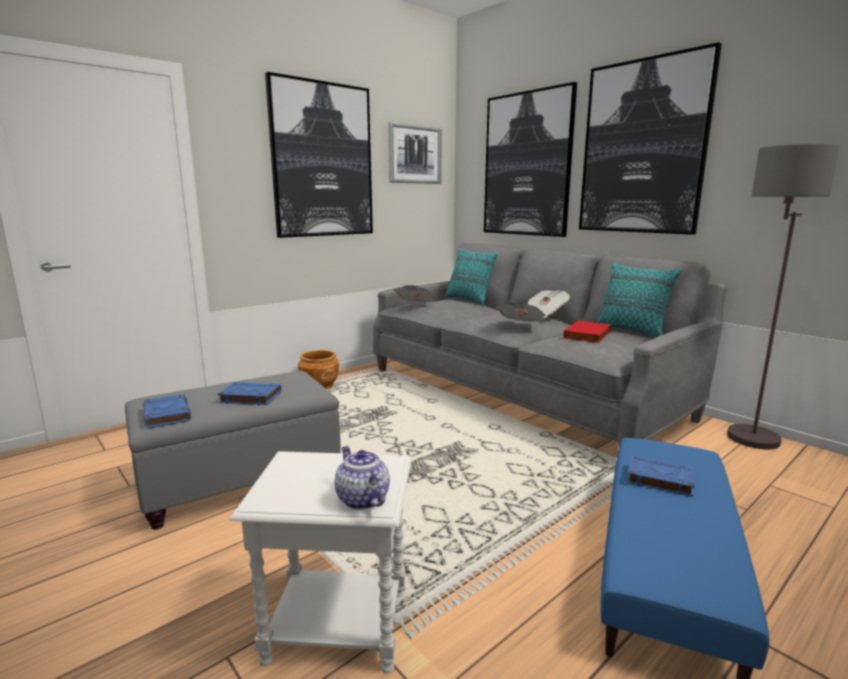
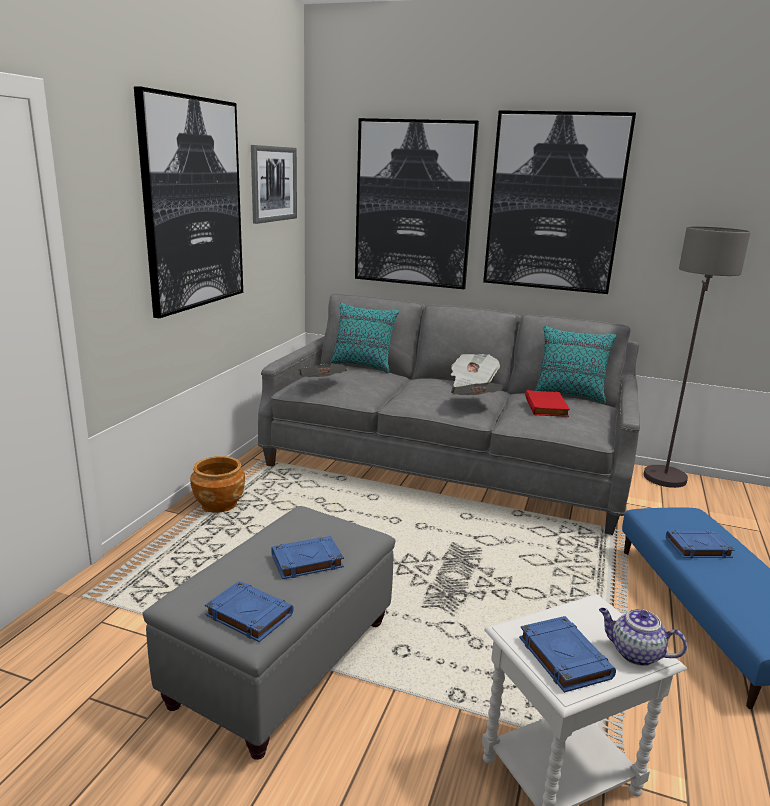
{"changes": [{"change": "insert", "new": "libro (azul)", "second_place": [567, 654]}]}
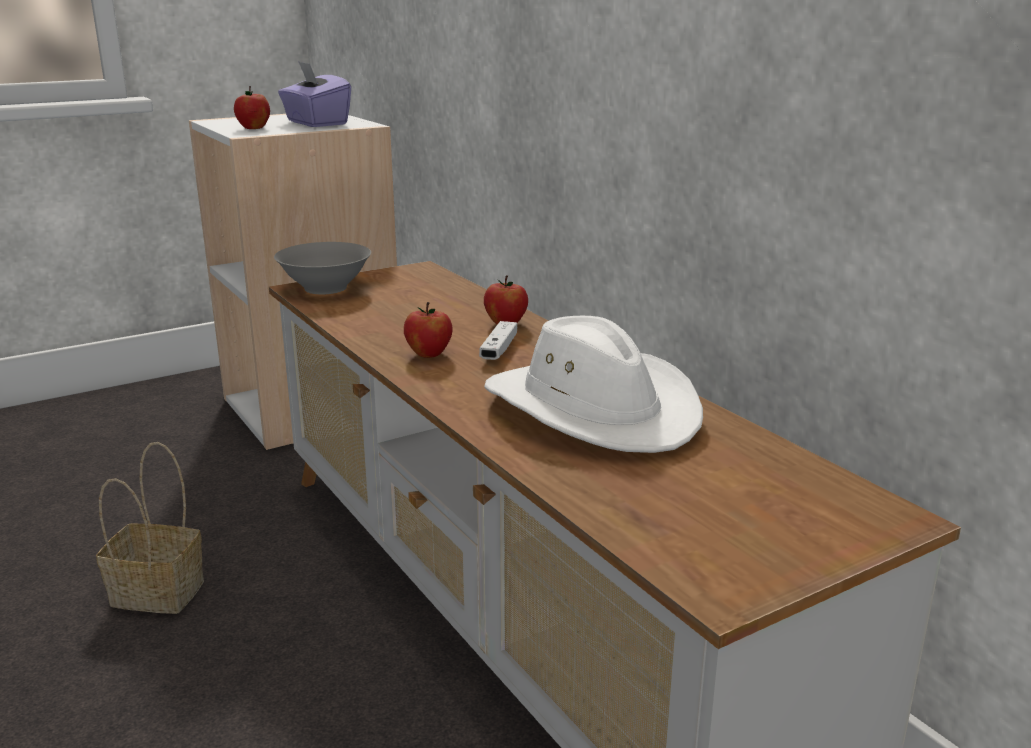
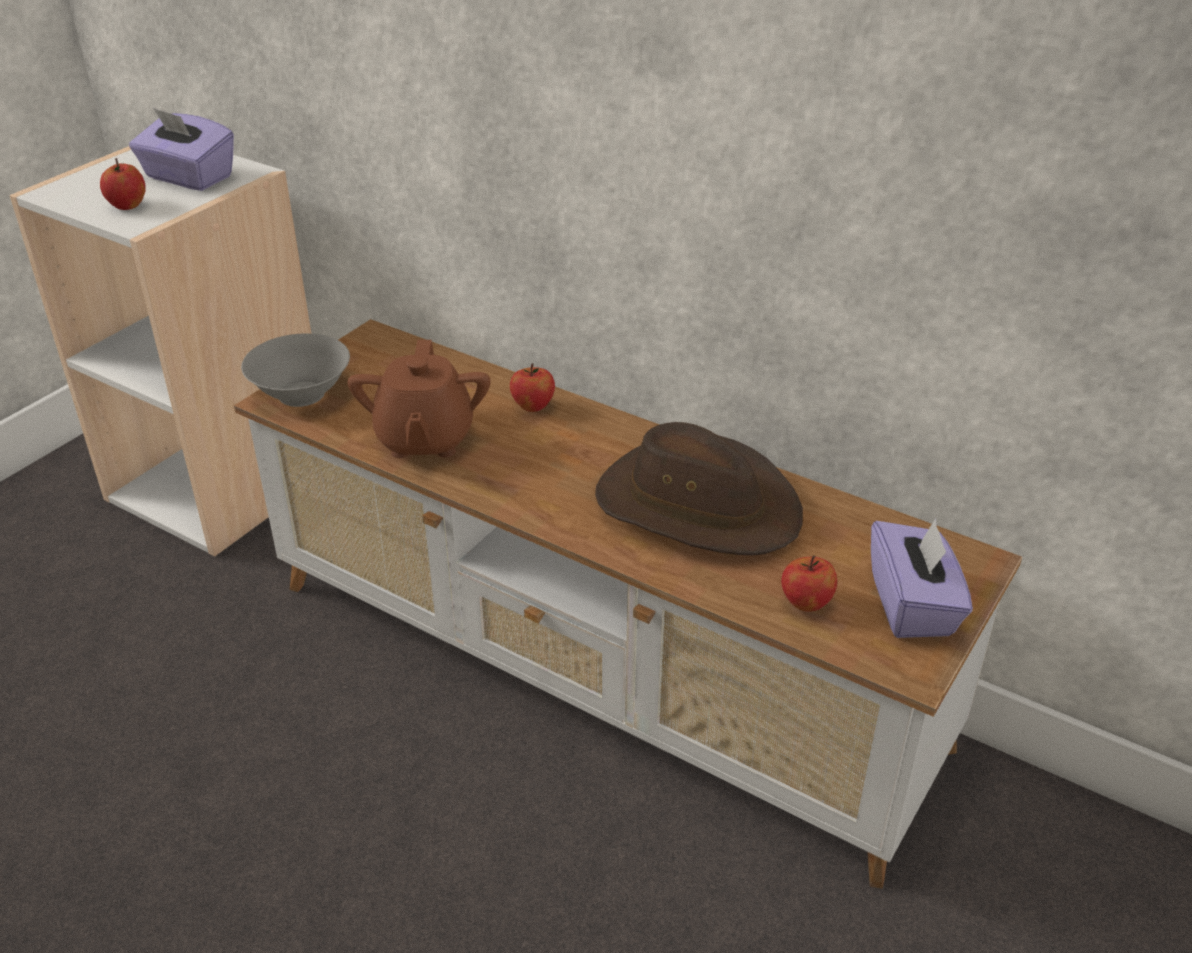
{"changes": [{"change": "delete", "old": "cesta", "first_place": [150, 528]}, {"change": "delete", "old": "mando de consola (blanco)", "first_place": [498, 340]}, {"change": "insert", "new": "tetera (marrón)", "second_place": [418, 399]}, {"change": "insert", "new": "caja de pañuelos (morado)", "second_place": [922, 578]}, {"change": "move", "old": "manzana", "first_place": [428, 330], "second_place": [809, 584]}, {"change": "recolor", "old": "sombrero (blanco)", "new": "sombrero (marrón)", "first_place": [593, 384], "second_place": [699, 488]}]}
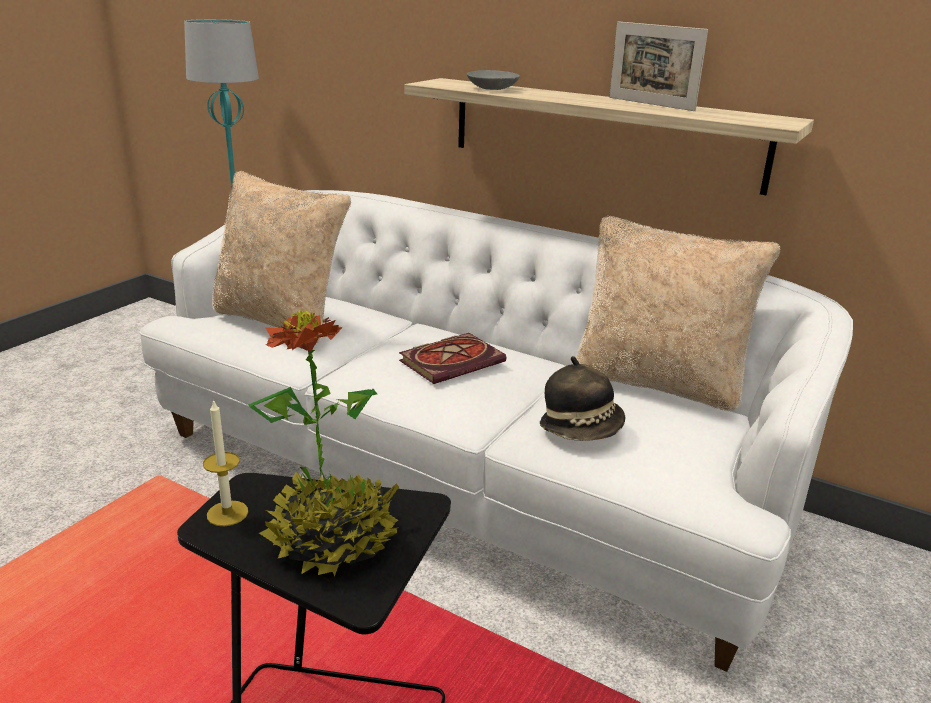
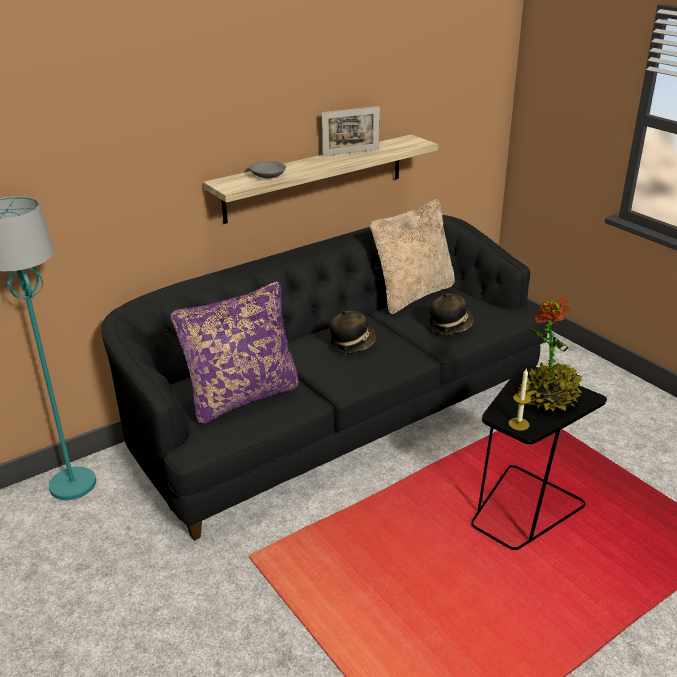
{"changes": [{"change": "replace", "old": "libro", "new": "sombrero", "first_place": [452, 358], "second_place": [353, 332]}, {"change": "recolor", "old": "sofá (blanco)", "new": "sofá (negro)", "first_place": [496, 431], "second_place": [325, 378]}, {"change": "recolor", "old": "cojín (beis)", "new": "cojín (morado)", "first_place": [282, 256], "second_place": [234, 352]}]}
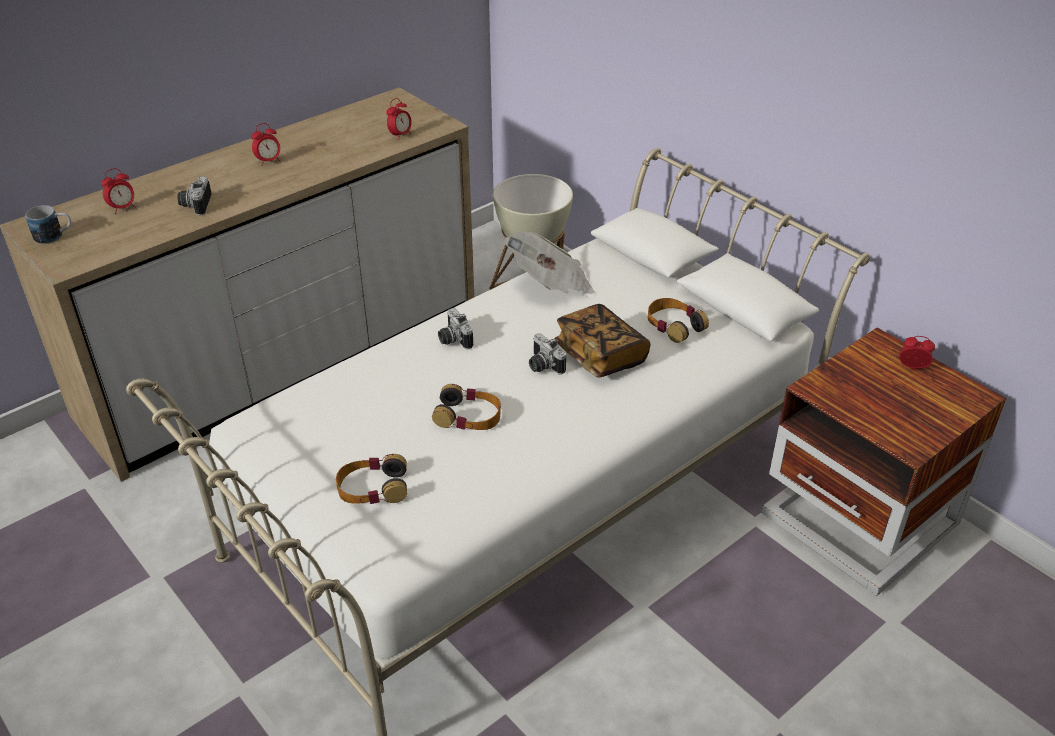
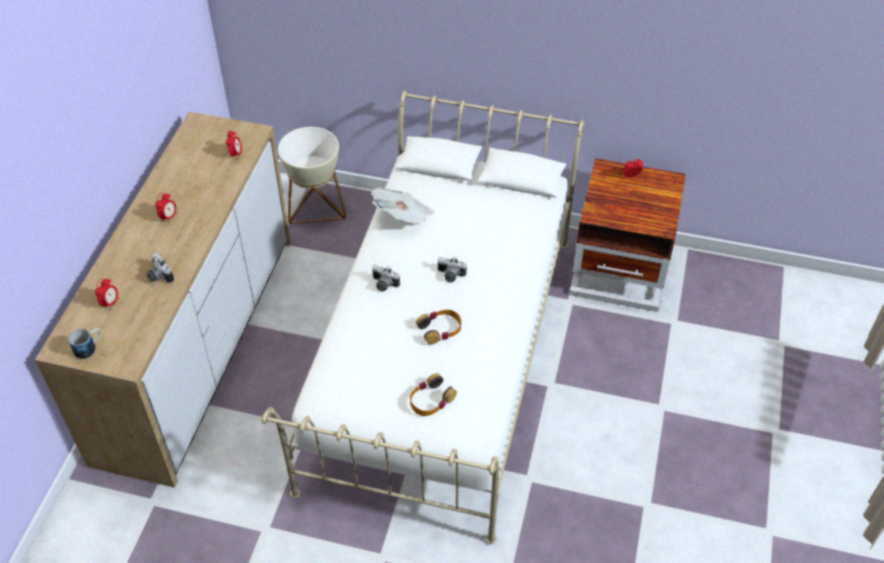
{"changes": [{"change": "delete", "old": "libro", "first_place": [603, 341]}, {"change": "delete", "old": "auriculares", "first_place": [678, 320]}]}
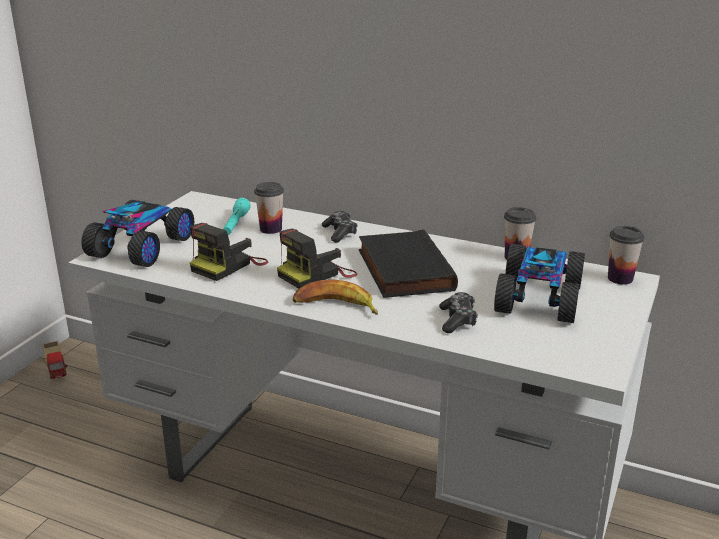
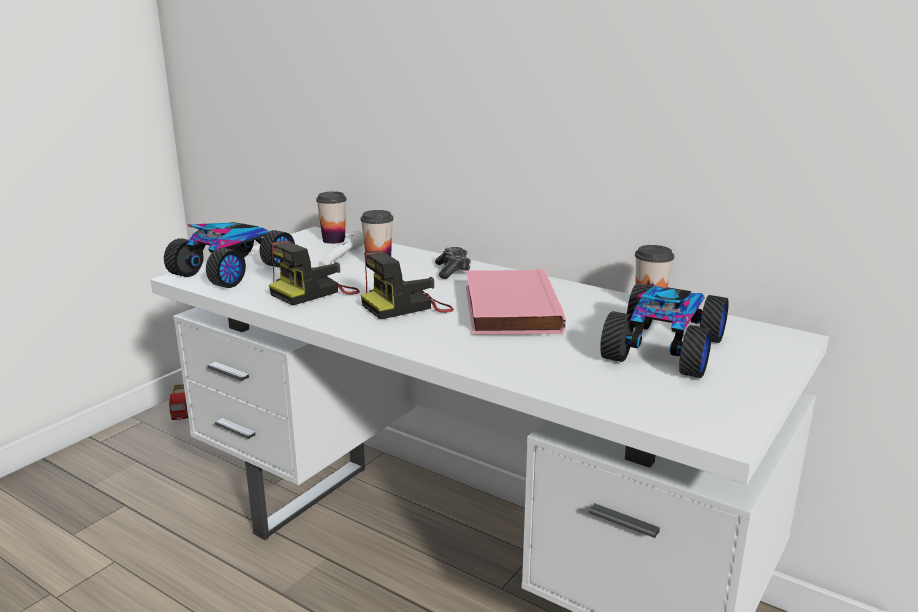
{"changes": [{"change": "delete", "old": "plátano", "first_place": [335, 297]}, {"change": "delete", "old": "mando de consola", "first_place": [458, 312]}, {"change": "move", "old": "taza", "first_place": [626, 255], "second_place": [331, 217]}, {"change": "recolor", "old": "linterna (turquesa)", "new": "linterna (blanco)", "first_place": [237, 216], "second_place": [343, 247]}, {"change": "recolor", "old": "libro (negro)", "new": "libro (rosa)", "first_place": [408, 264], "second_place": [516, 302]}]}
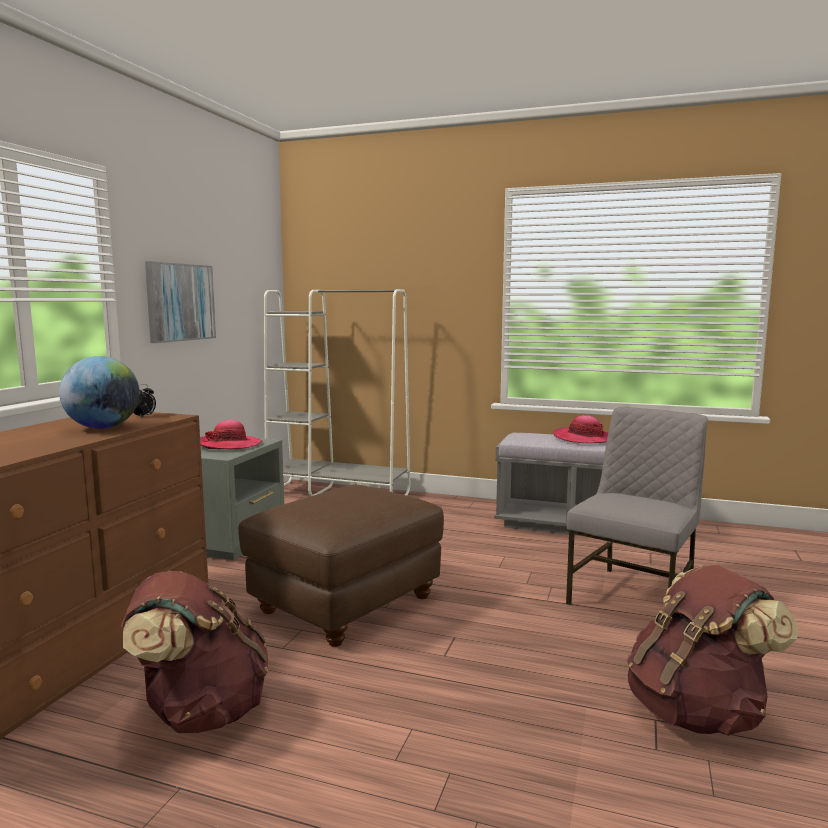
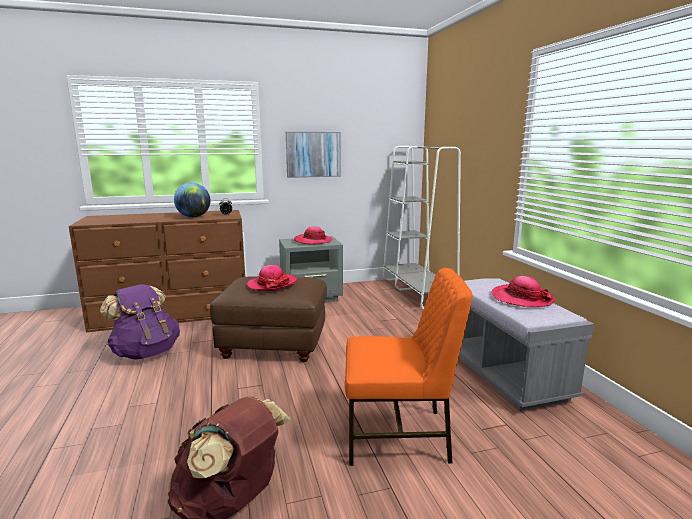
{"changes": [{"change": "insert", "new": "sombrero", "second_place": [271, 278]}, {"change": "recolor", "old": "mochila (marrón)", "new": "mochila (morado)", "first_place": [195, 652], "second_place": [140, 322]}, {"change": "recolor", "old": "silla (gris)", "new": "silla (naranja)", "first_place": [637, 506], "second_place": [409, 367]}]}
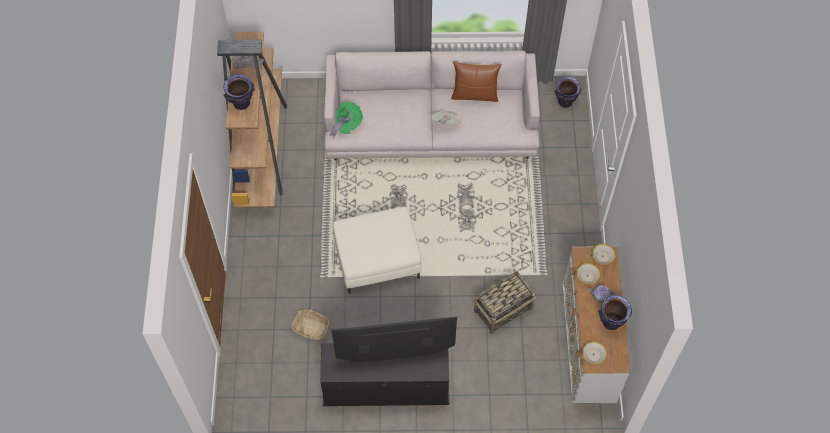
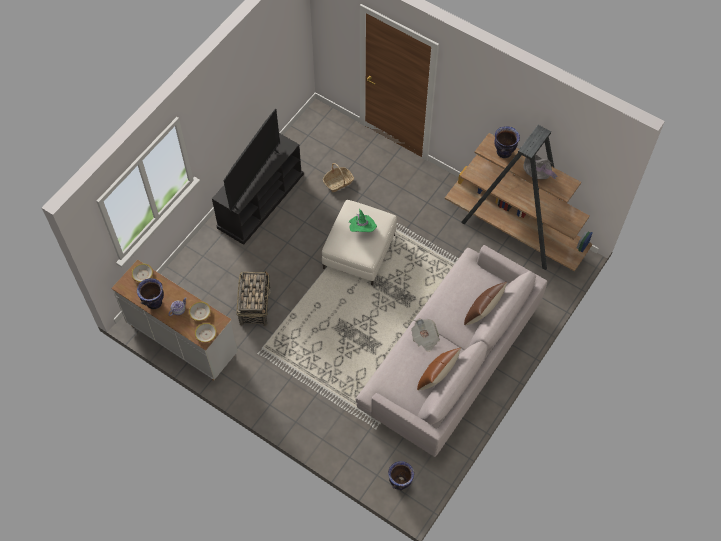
{"changes": [{"change": "insert", "new": "cojín (marrón)", "second_place": [485, 303]}, {"change": "move", "old": "sombrero (verde)", "first_place": [346, 120], "second_place": [363, 220]}]}
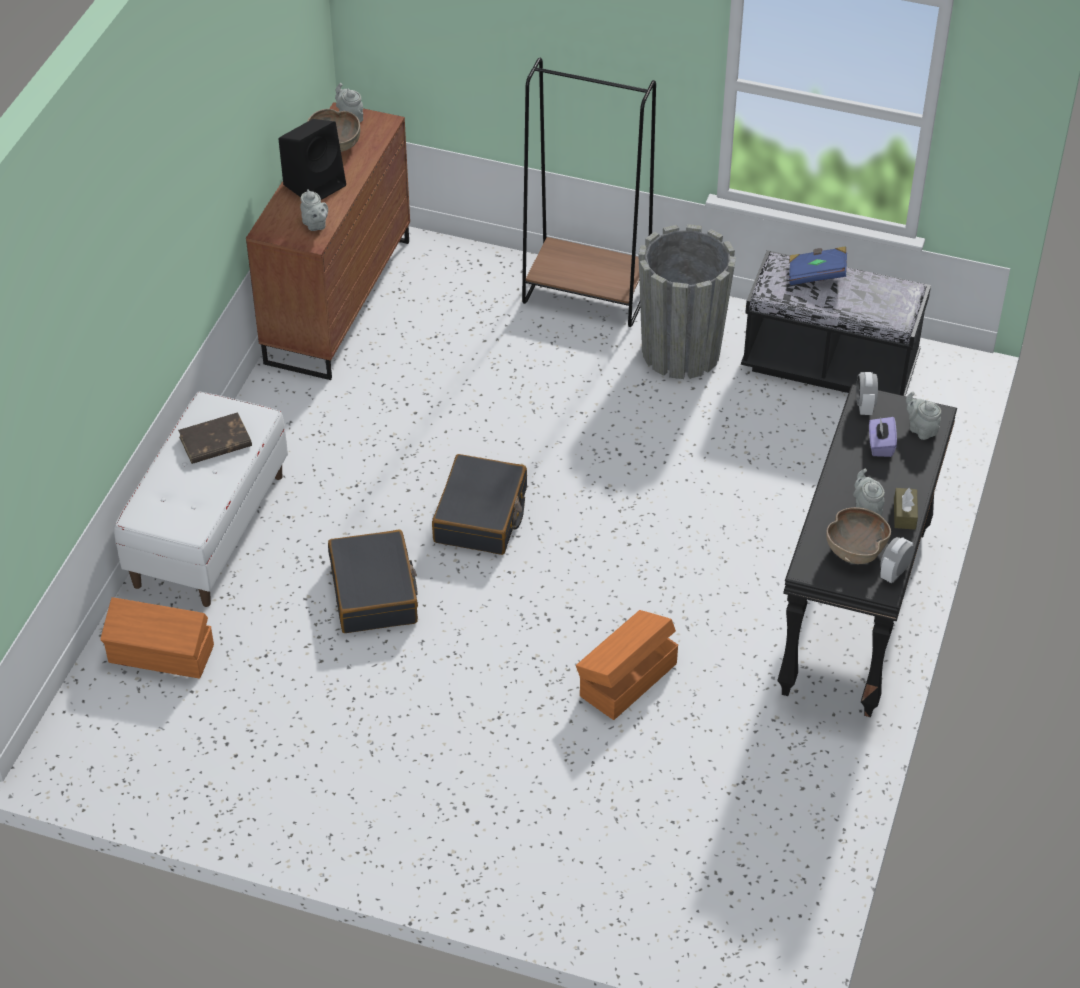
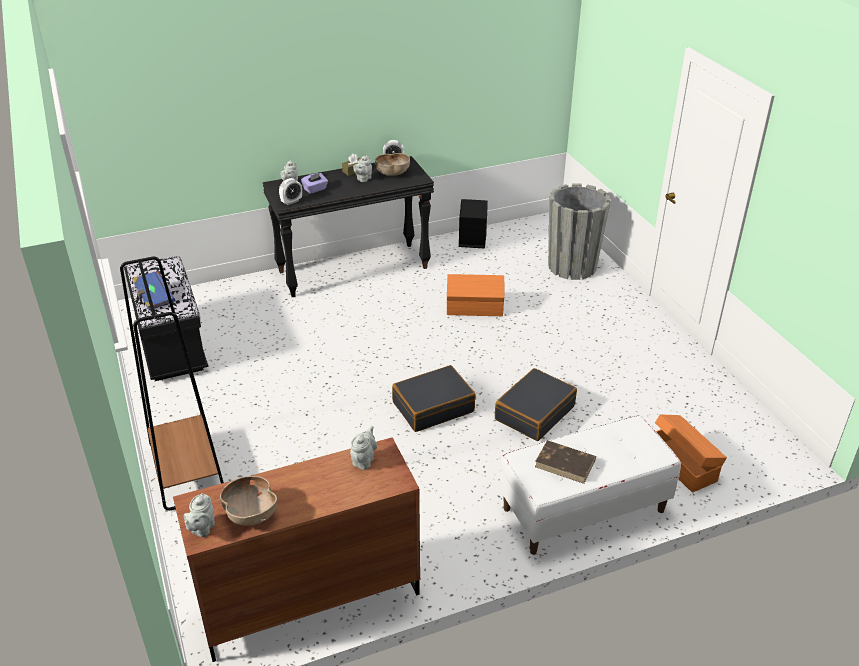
{"changes": [{"change": "move", "old": "altavoz (negro)", "first_place": [312, 159], "second_place": [473, 223]}, {"change": "move", "old": "maceta (gris)", "first_place": [687, 301], "second_place": [579, 231]}]}
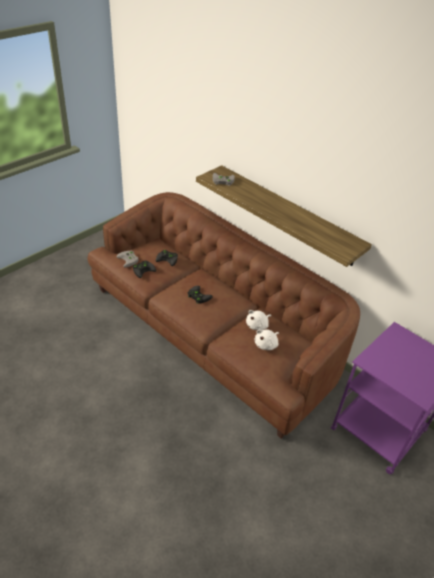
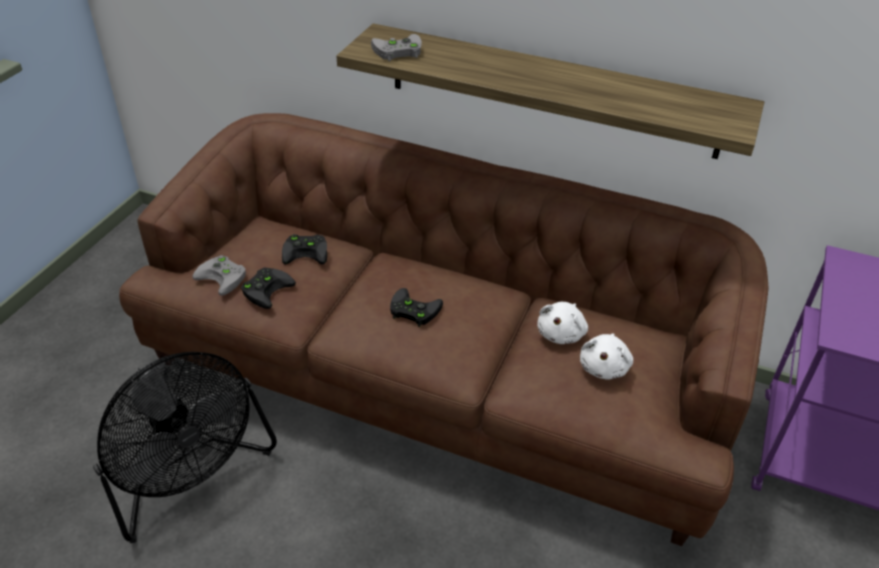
{"changes": [{"change": "insert", "new": "ventilador (negro)", "second_place": [185, 447]}]}
